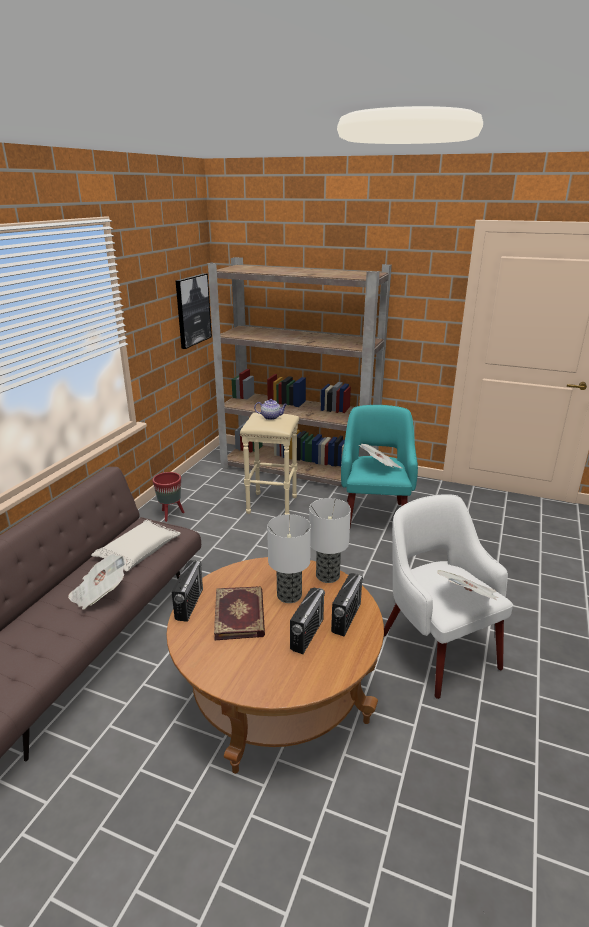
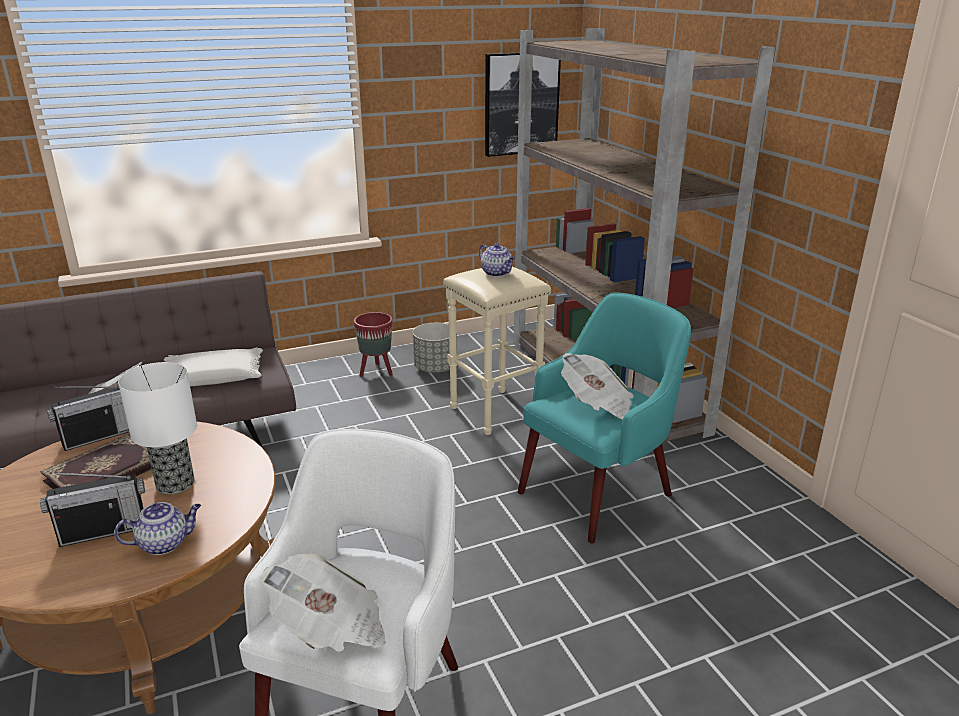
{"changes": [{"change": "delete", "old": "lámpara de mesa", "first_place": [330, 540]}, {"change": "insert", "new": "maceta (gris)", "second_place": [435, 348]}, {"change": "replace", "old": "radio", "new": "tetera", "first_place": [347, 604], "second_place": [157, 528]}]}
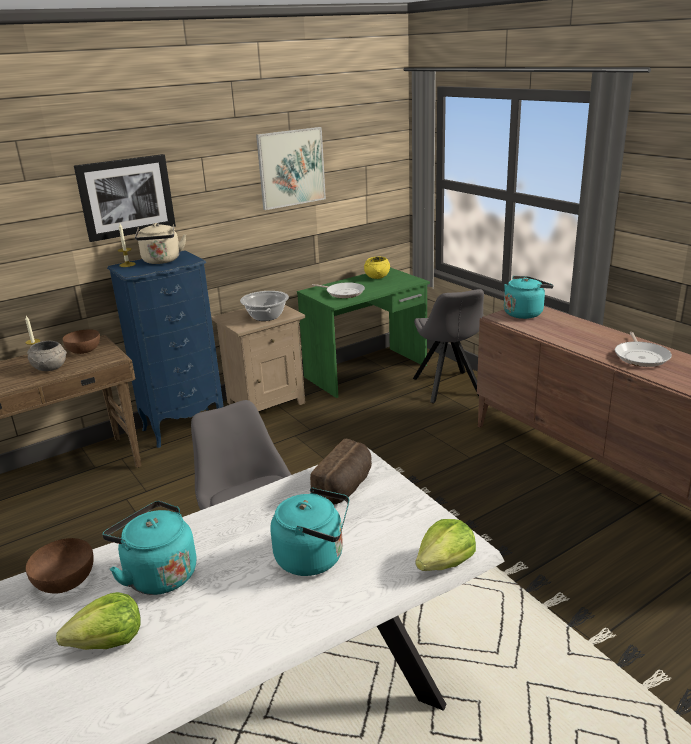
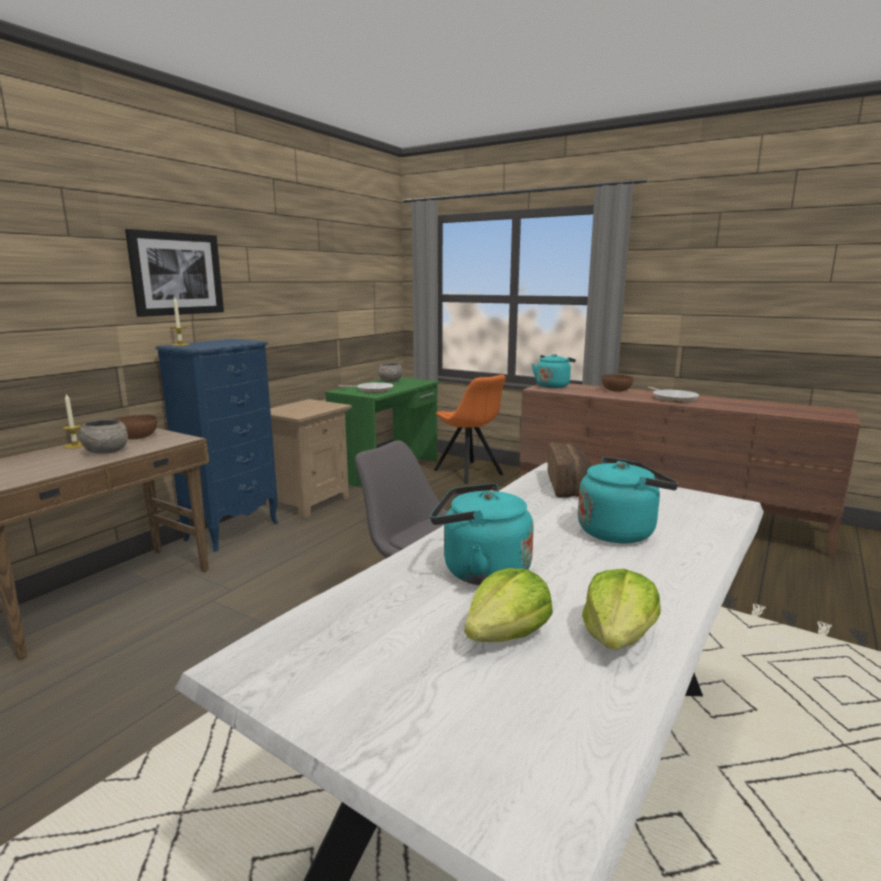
{"changes": [{"change": "delete", "old": "hervidor (beis)", "first_place": [160, 243]}, {"change": "delete", "old": "olla", "first_place": [264, 306]}, {"change": "delete", "old": "cuadro", "first_place": [291, 168]}, {"change": "move", "old": "cuenco (marrón)", "first_place": [60, 566], "second_place": [618, 383]}, {"change": "move", "old": "lechuga", "first_place": [446, 545], "second_place": [621, 609]}, {"change": "recolor", "old": "cuenco (amarillo)", "new": "cuenco (gris)", "first_place": [377, 268], "second_place": [390, 372]}, {"change": "recolor", "old": "silla (gris)", "new": "silla (naranja)", "first_place": [448, 346], "second_place": [470, 429]}]}
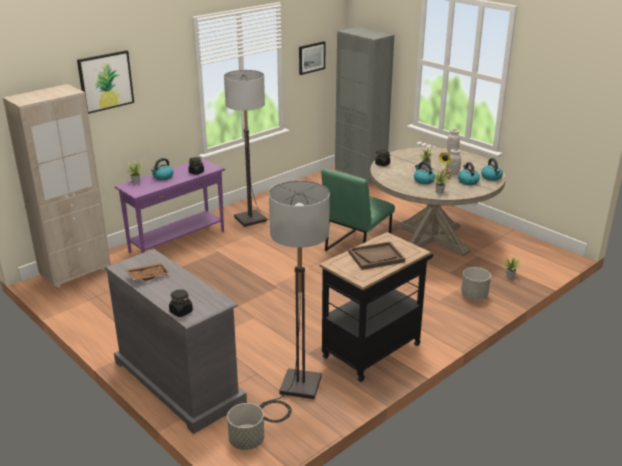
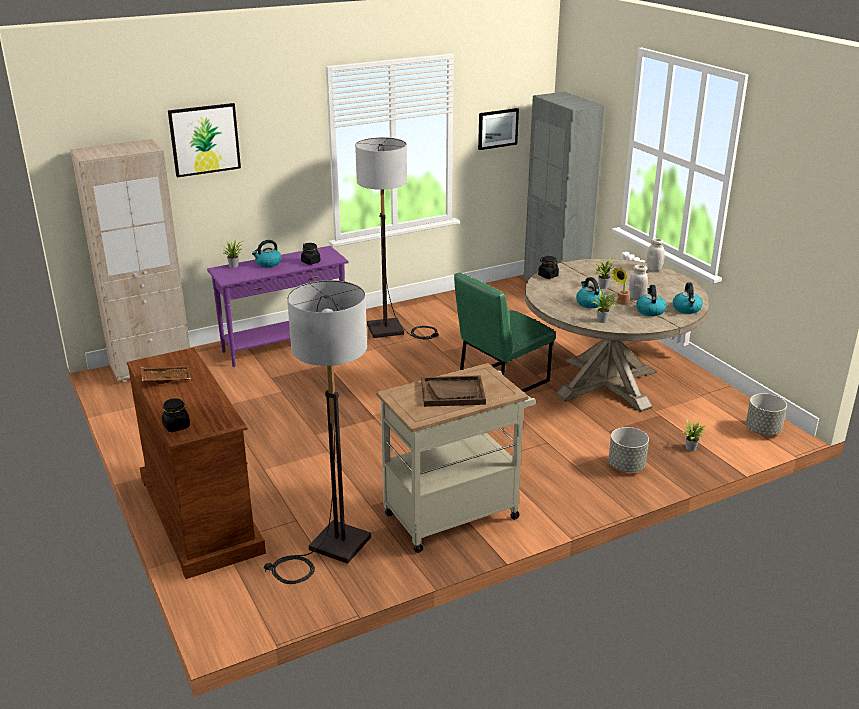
{"changes": [{"change": "move", "old": "maceta (gris)", "first_place": [245, 426], "second_place": [766, 414]}, {"change": "recolor", "old": "cómoda (gris)", "new": "cómoda (marrón)", "first_place": [176, 341], "second_place": [196, 463]}, {"change": "recolor", "old": "carrito (negro)", "new": "carrito (beis)", "first_place": [376, 307], "second_place": [456, 458]}]}
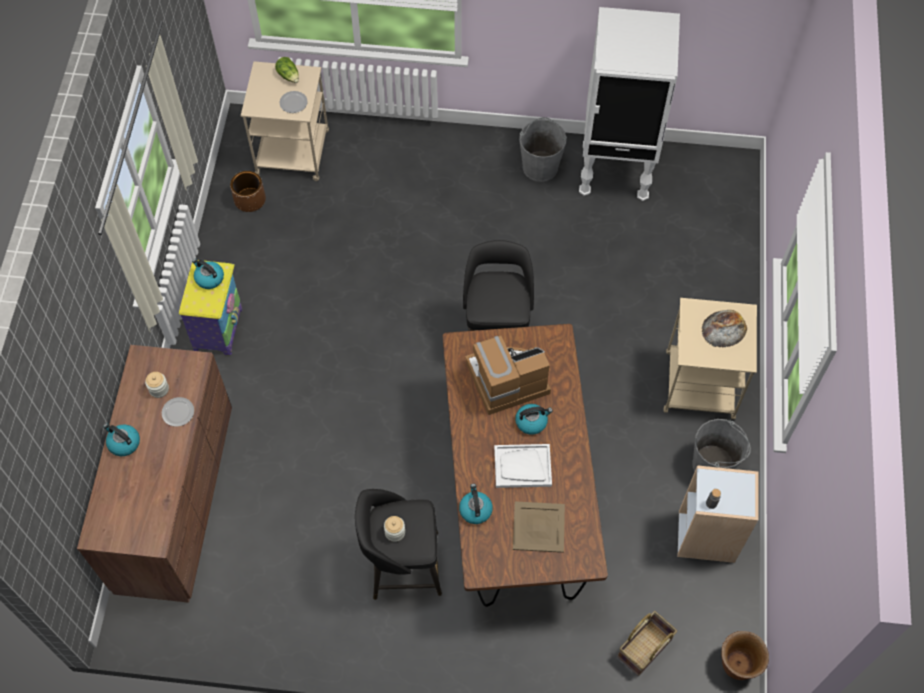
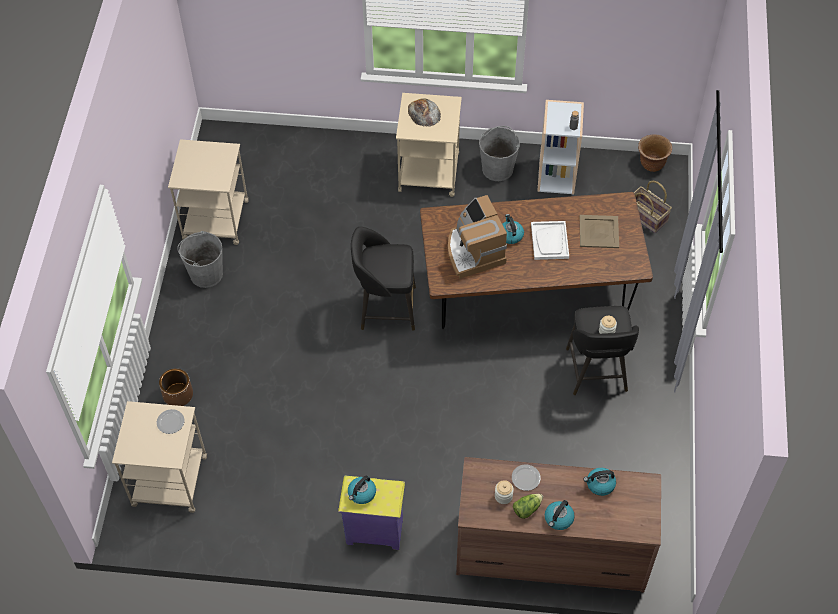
{"changes": [{"change": "move", "old": "maceta (marrón)", "first_place": [248, 191], "second_place": [176, 387]}, {"change": "move", "old": "lechuga", "first_place": [287, 70], "second_place": [528, 506]}, {"change": "move", "old": "hervidor", "first_place": [476, 504], "second_place": [599, 482]}, {"change": "replace", "old": "armario (blanco)", "new": "carrito (beis)", "first_place": [629, 104], "second_place": [208, 192]}]}
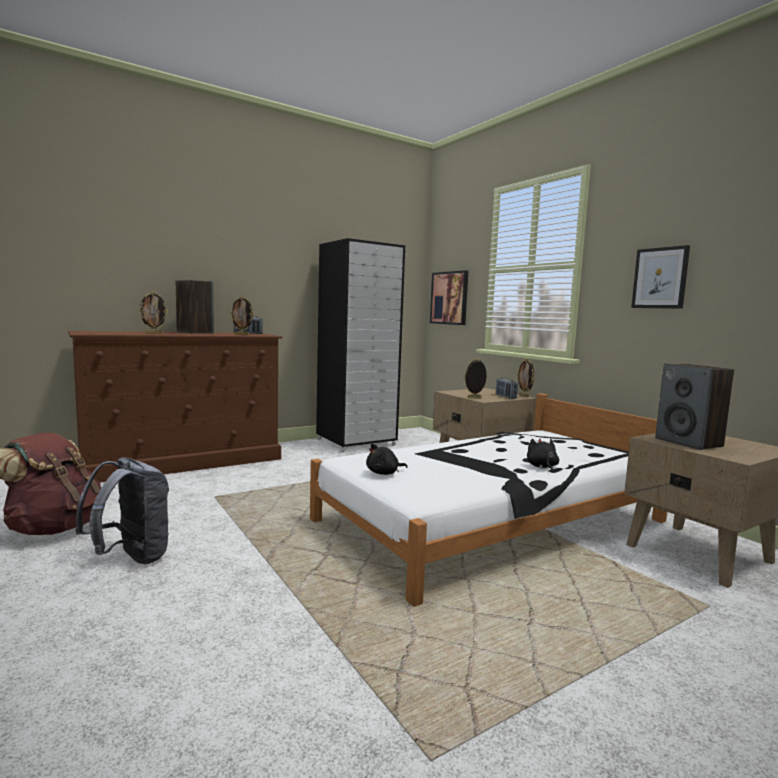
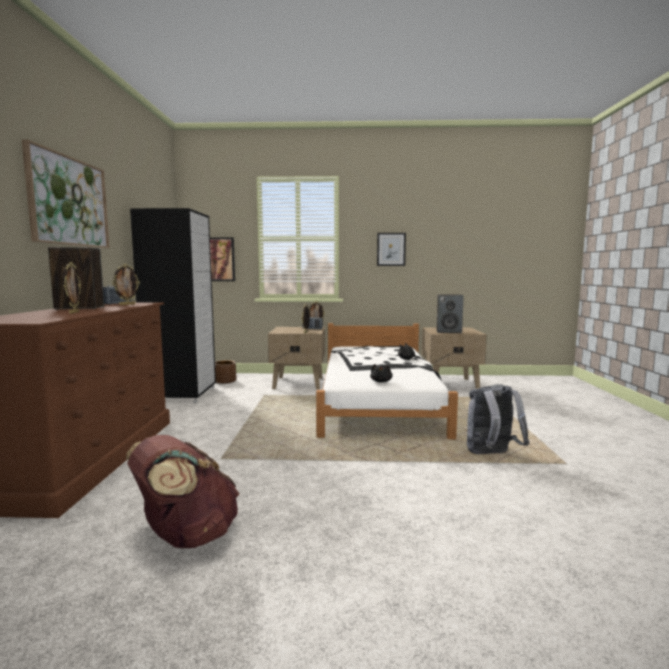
{"changes": [{"change": "insert", "new": "cuadro", "second_place": [66, 193]}, {"change": "insert", "new": "maceta (marrón)", "second_place": [225, 372]}, {"change": "move", "old": "mochila (gris)", "first_place": [122, 510], "second_place": [498, 419]}]}
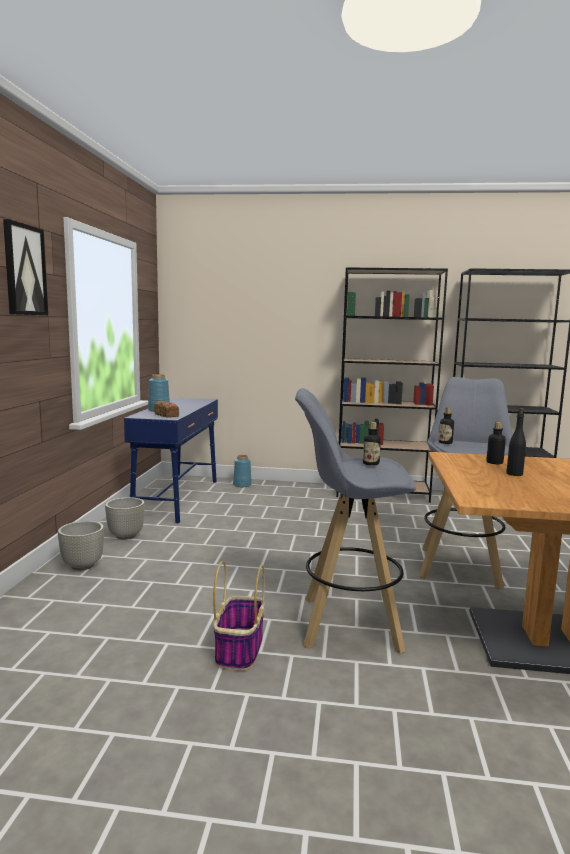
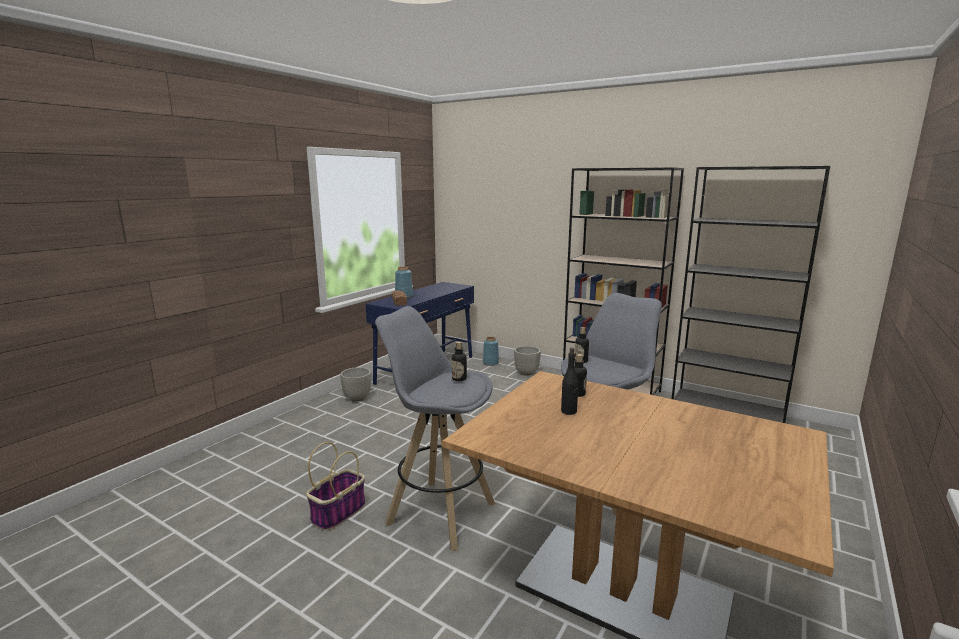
{"changes": [{"change": "delete", "old": "cuadro", "first_place": [25, 267]}, {"change": "move", "old": "maceta (gris)", "first_place": [81, 545], "second_place": [527, 360]}]}
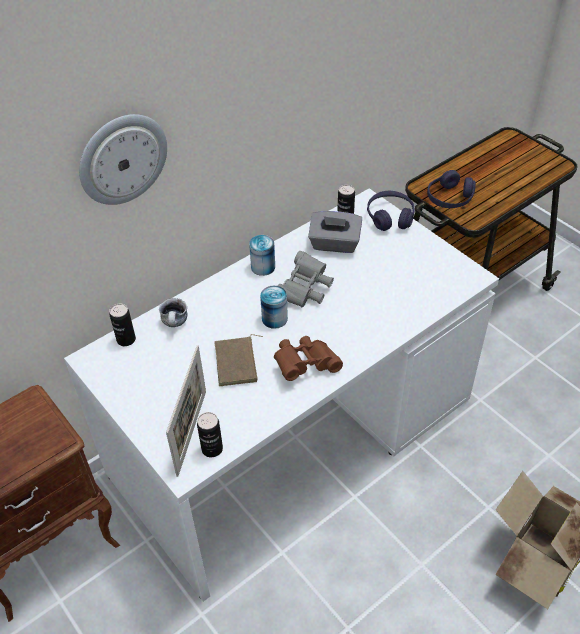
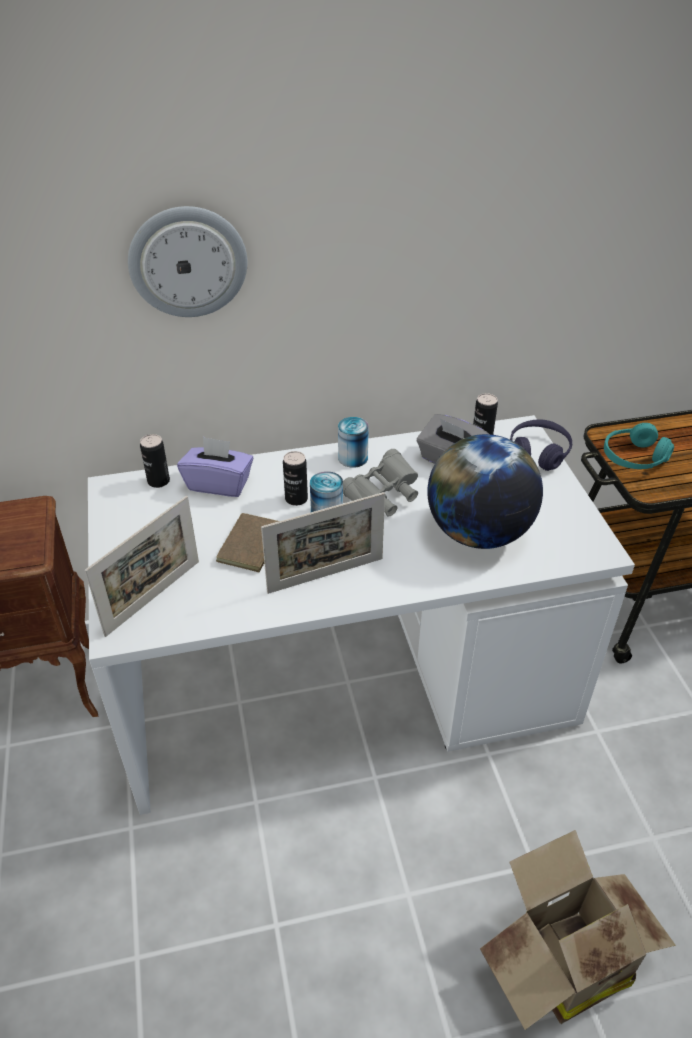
{"changes": [{"change": "insert", "new": "globo terráqueo", "second_place": [485, 491]}, {"change": "move", "old": "lata", "first_place": [210, 434], "second_place": [295, 478]}, {"change": "replace", "old": "taza grande", "new": "caja de pañuelos (morado)", "first_place": [173, 312], "second_place": [215, 467]}, {"change": "replace", "old": "prismáticos (marrón)", "new": "portarretratos", "first_place": [308, 358], "second_place": [323, 543]}, {"change": "recolor", "old": "auriculares (morado)", "new": "auriculares (turquesa)", "first_place": [451, 189], "second_place": [639, 446]}]}
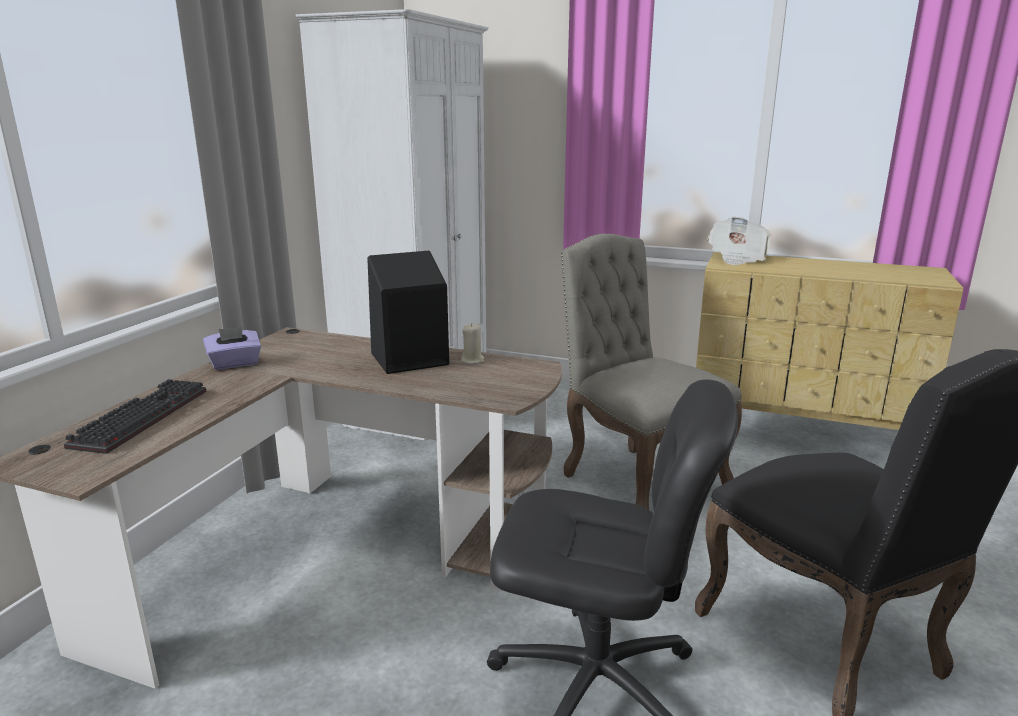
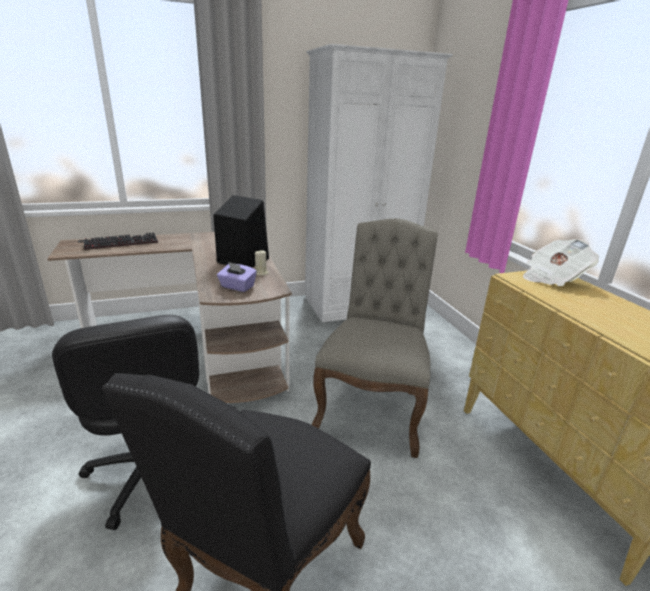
{"changes": [{"change": "move", "old": "caja de pañuelos (morado)", "first_place": [232, 348], "second_place": [237, 277]}]}
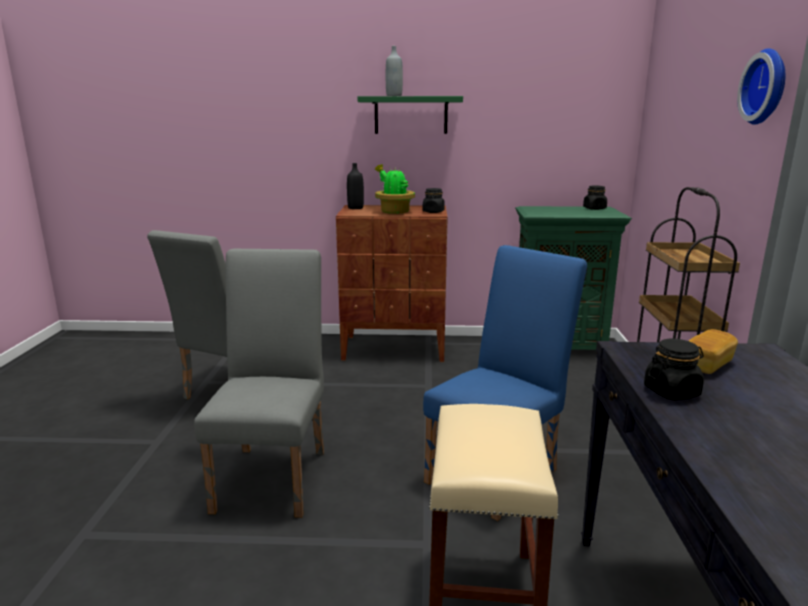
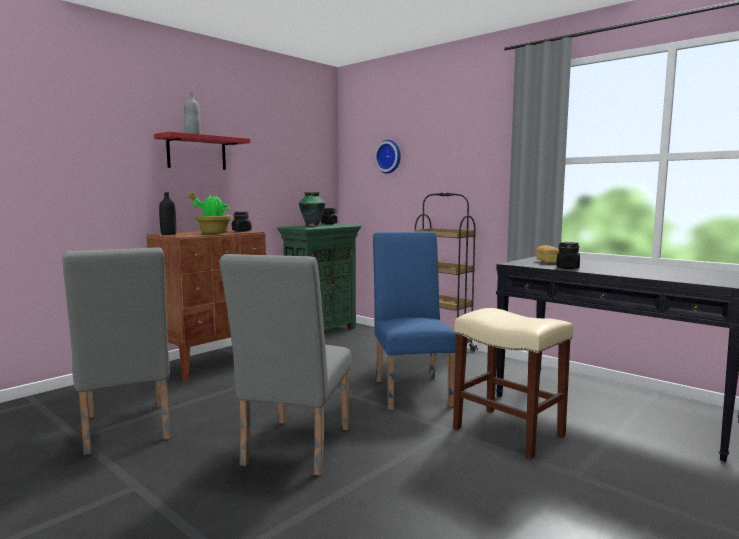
{"changes": [{"change": "insert", "new": "florero", "second_place": [312, 209]}, {"change": "move", "old": "reloj de pared", "first_place": [761, 86], "second_place": [387, 157]}, {"change": "recolor", "old": "estante (verde)", "new": "estante (rojo)", "first_place": [410, 115], "second_place": [202, 150]}, {"change": "rotate", "old": "silla (gris)", "first_place": [259, 383], "second_place": [285, 365], "degrees": -120}]}
